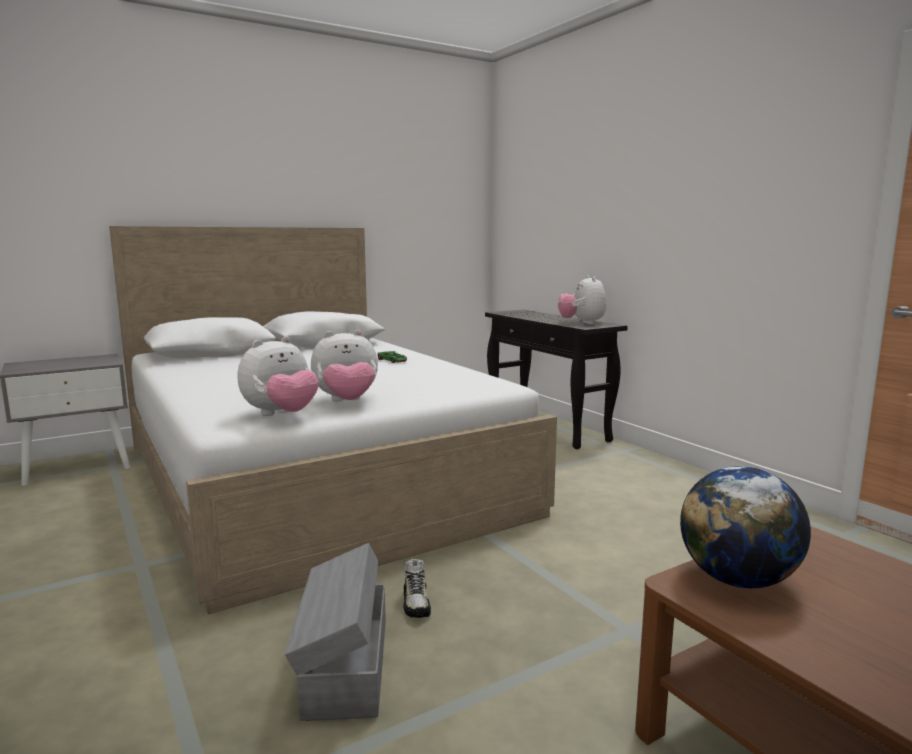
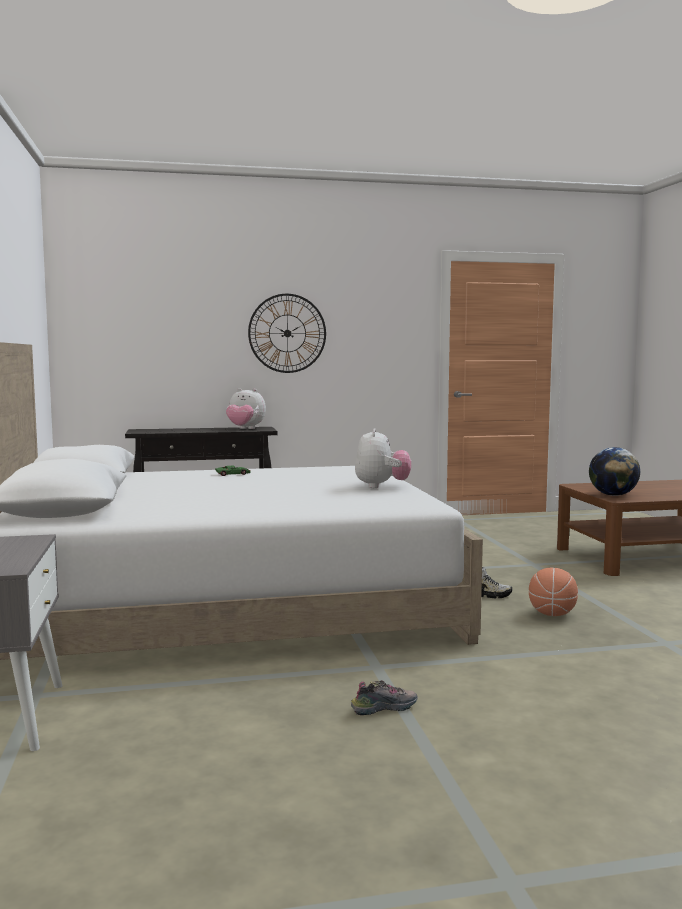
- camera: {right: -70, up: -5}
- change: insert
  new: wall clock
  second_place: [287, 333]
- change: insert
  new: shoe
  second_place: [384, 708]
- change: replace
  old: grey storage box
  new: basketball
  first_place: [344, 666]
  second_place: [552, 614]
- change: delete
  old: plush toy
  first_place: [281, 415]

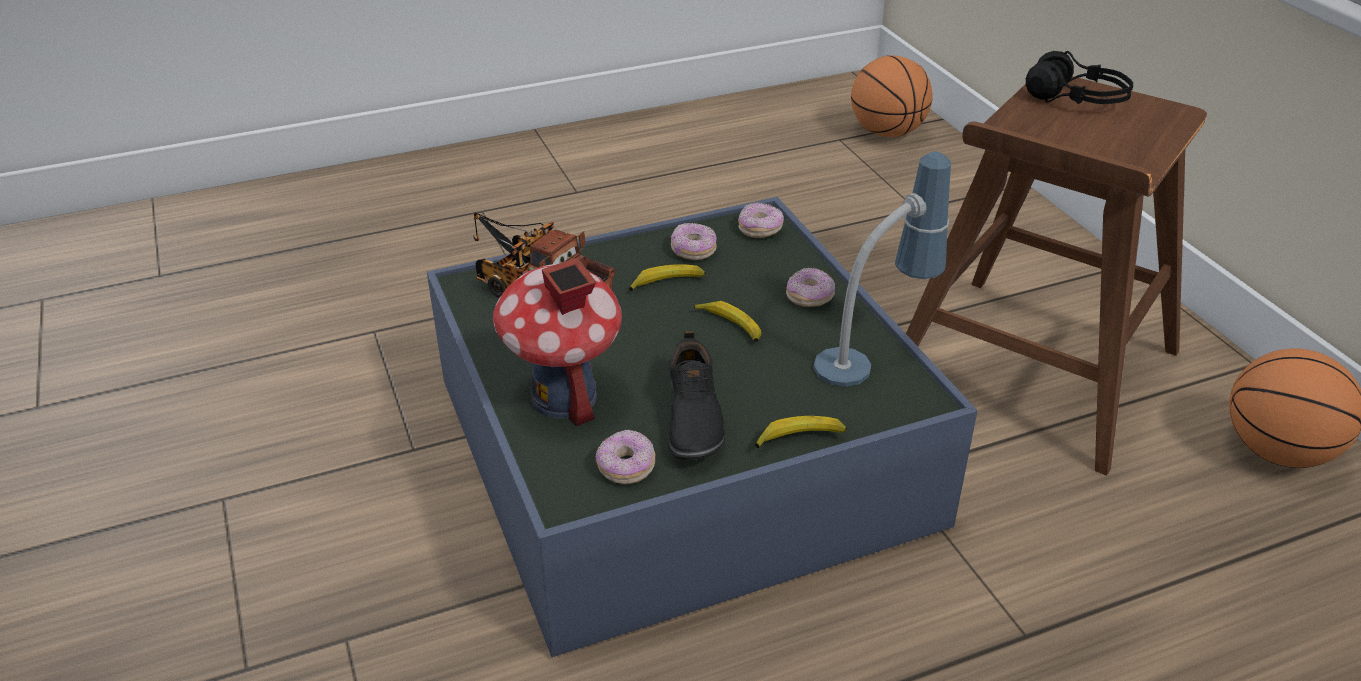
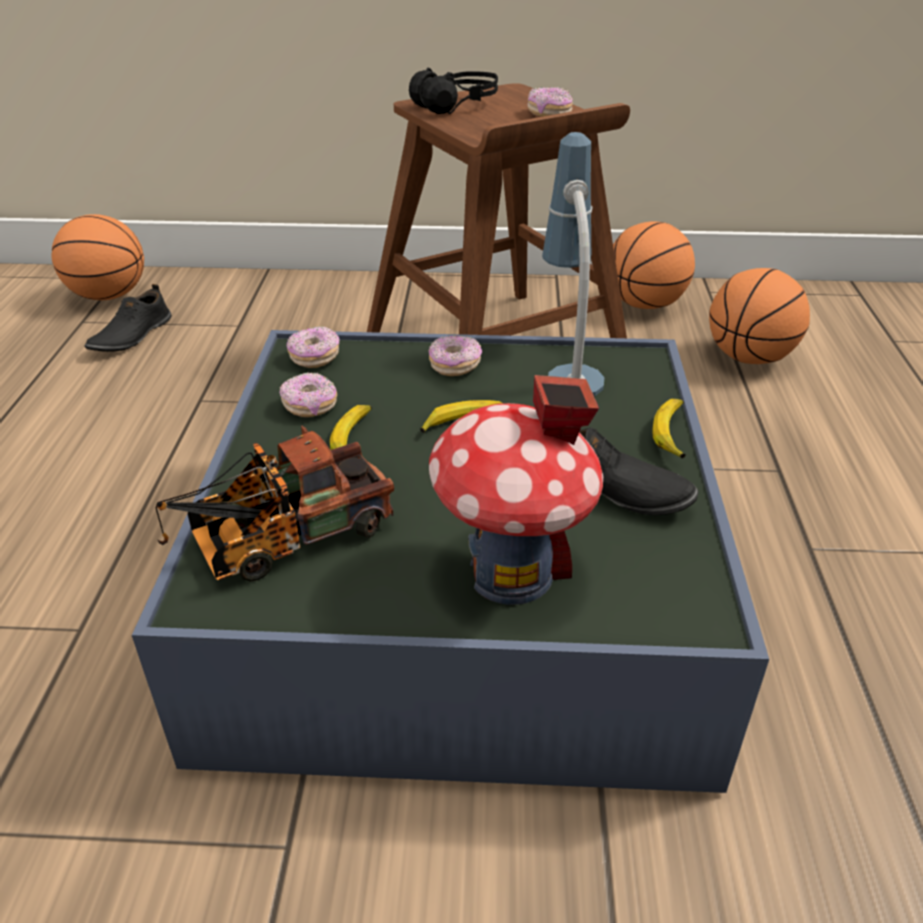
- camera: {right: -65, up: 0}
- change: insert
  new: black shoe
  second_place: [131, 336]
- change: move
  old: donut
  first_place: [625, 467]
  second_place: [549, 114]
- change: insert
  new: basketball
  second_place: [749, 358]

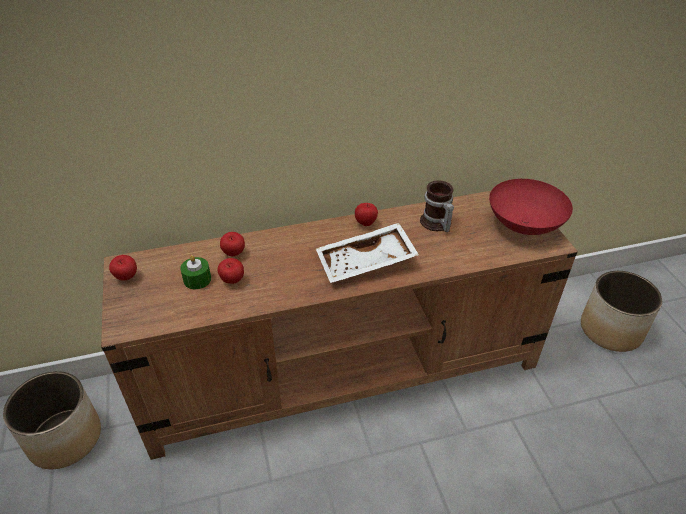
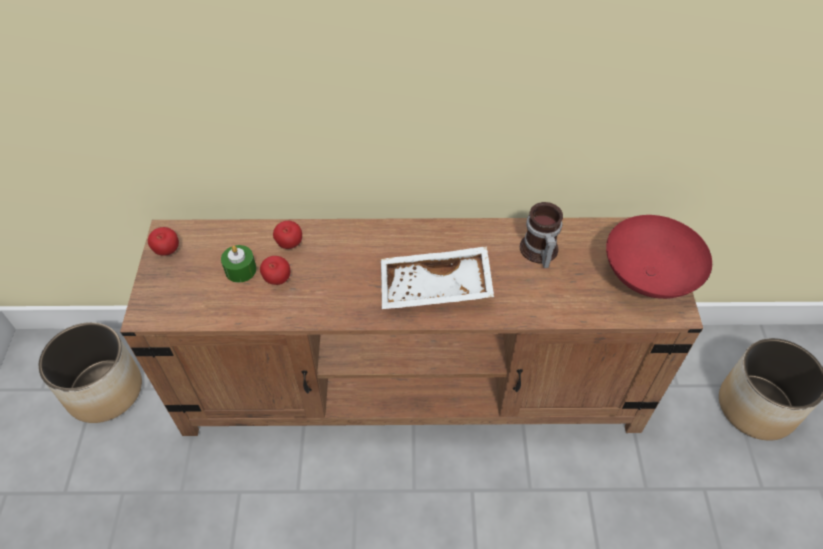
- camera: {right: 15, up: 10}
- change: delete
  old: apple
  first_place: [365, 223]

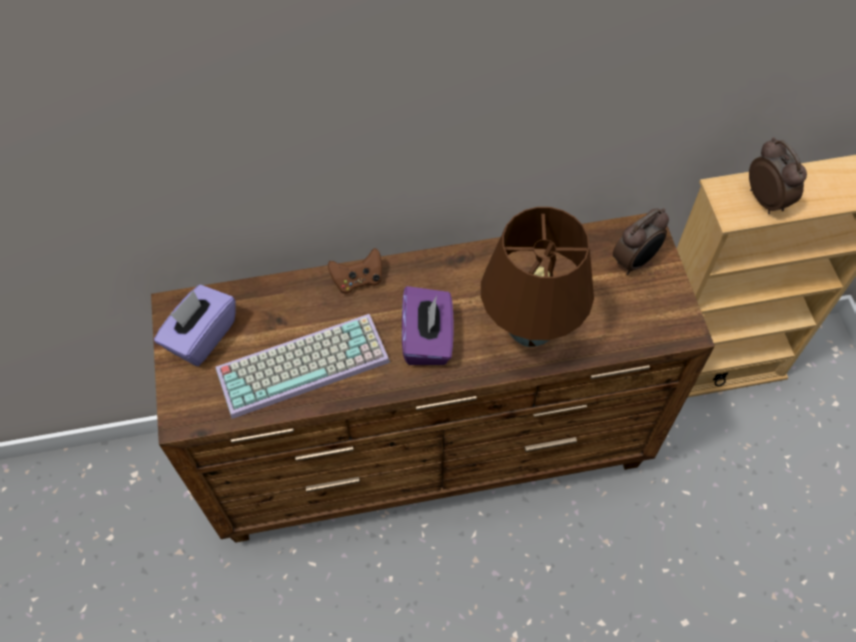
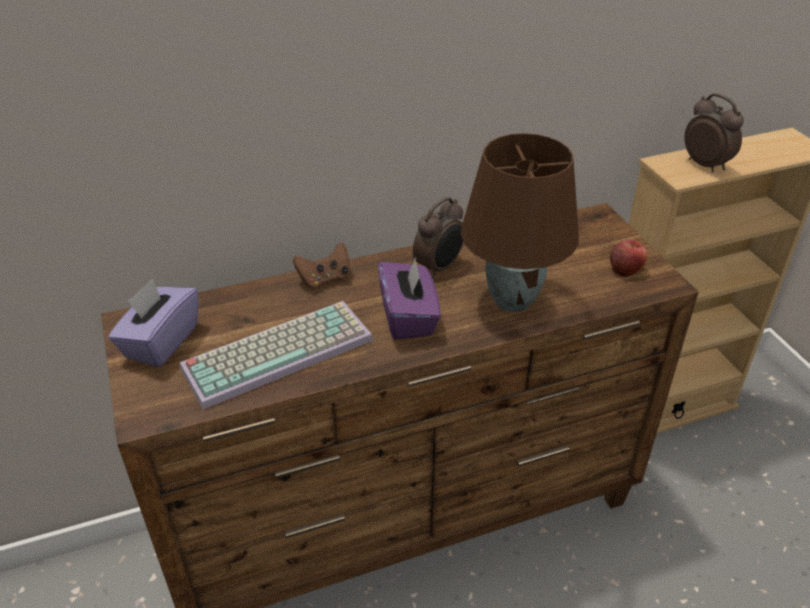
- camera: {right: -10, up: -20}
- change: move
  old: alarm clock
  first_place: [635, 261]
  second_place: [439, 268]
- change: insert
  new: apple
  second_place: [626, 269]

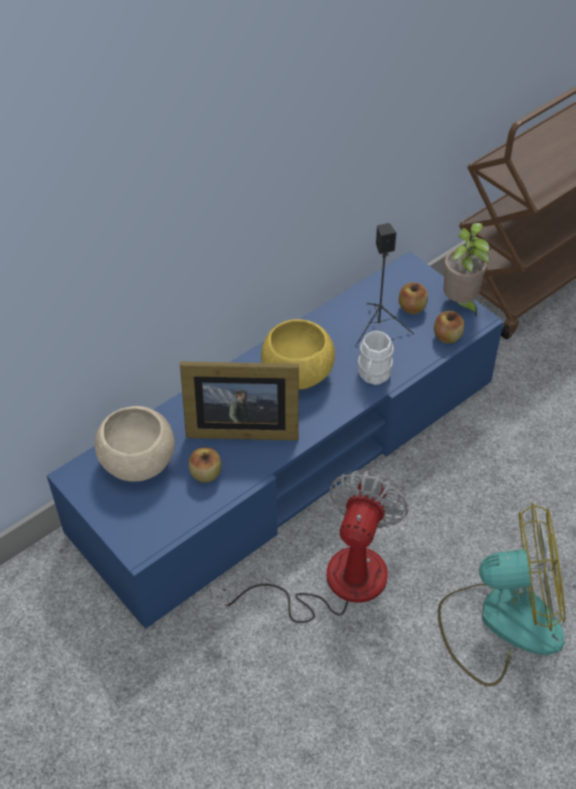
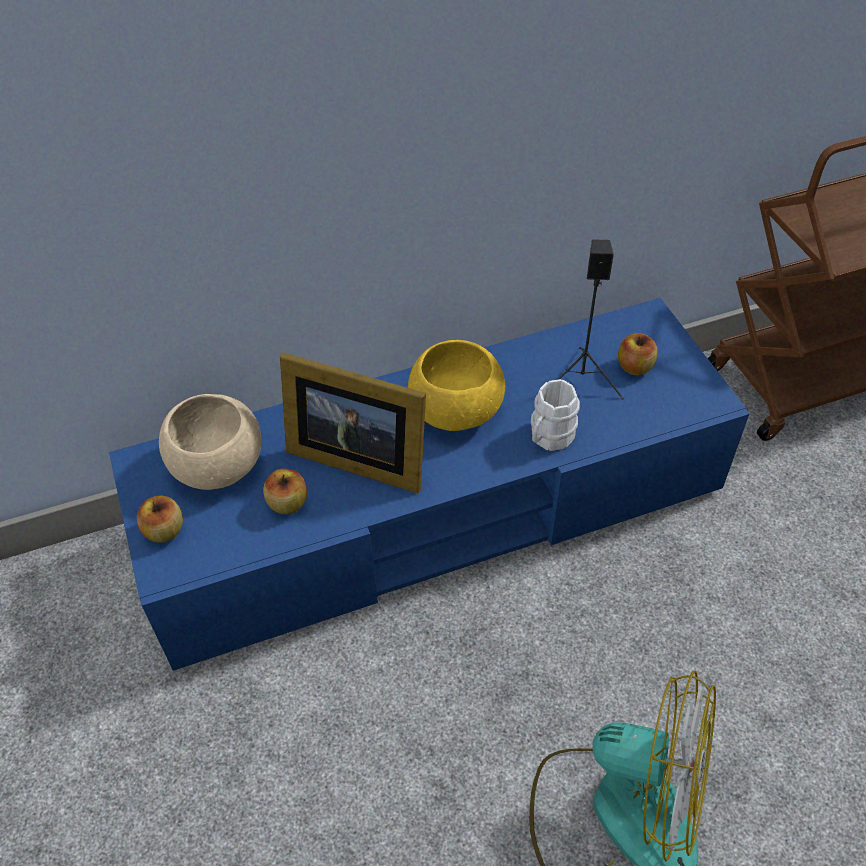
- camera: {right: 20, up: 0}
- change: move
  old: apple
  first_place: [447, 337]
  second_place: [164, 531]
- change: delete
  old: fan
  first_place: [334, 582]
- change: delete
  old: potted plant
  first_place: [461, 303]

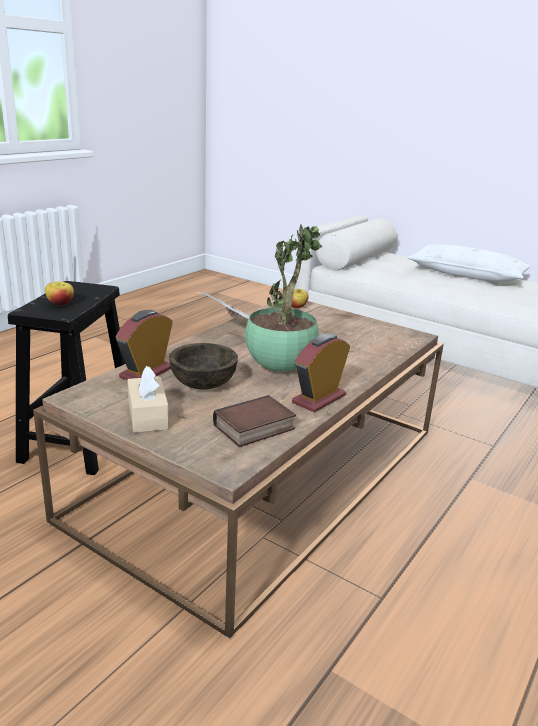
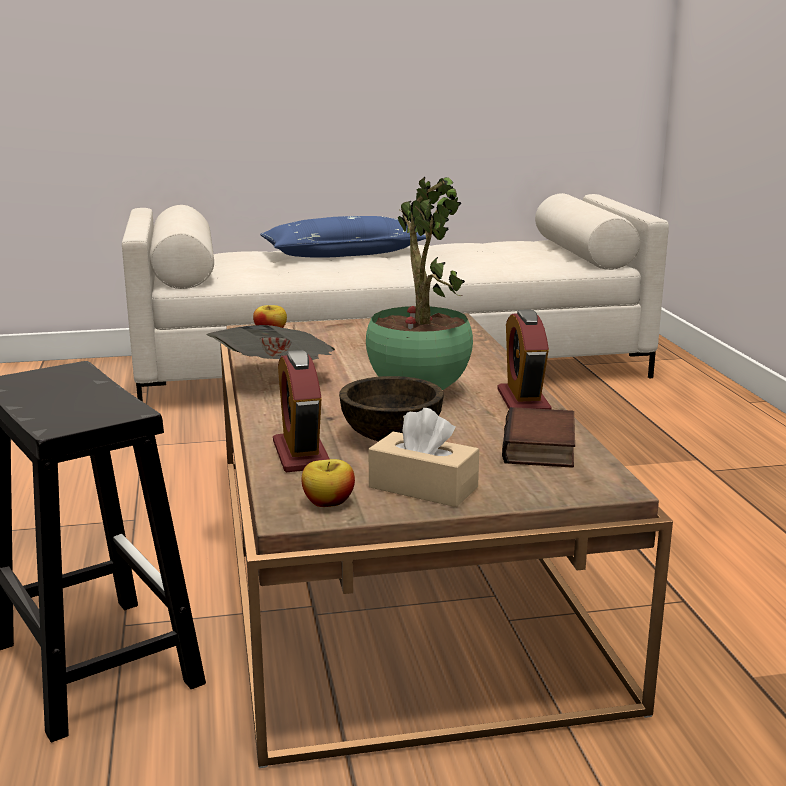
- camera: {right: -45, up: -5}
- change: recolor
  old: white pillow
  new: blue pillow
  first_place: [466, 275]
  second_place: [343, 254]
- change: move
  old: apple
  first_place: [60, 303]
  second_place: [328, 502]

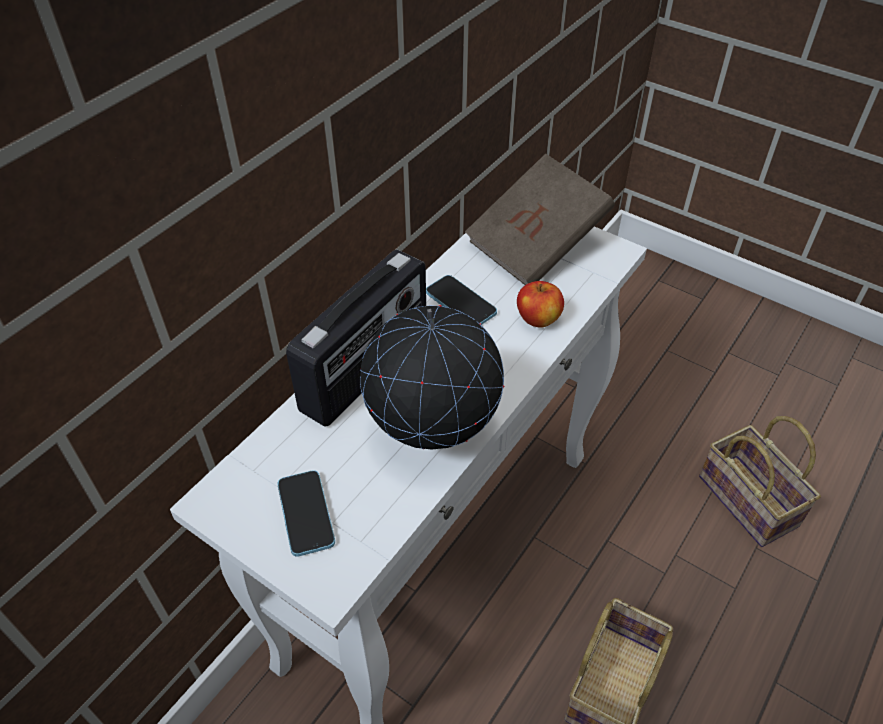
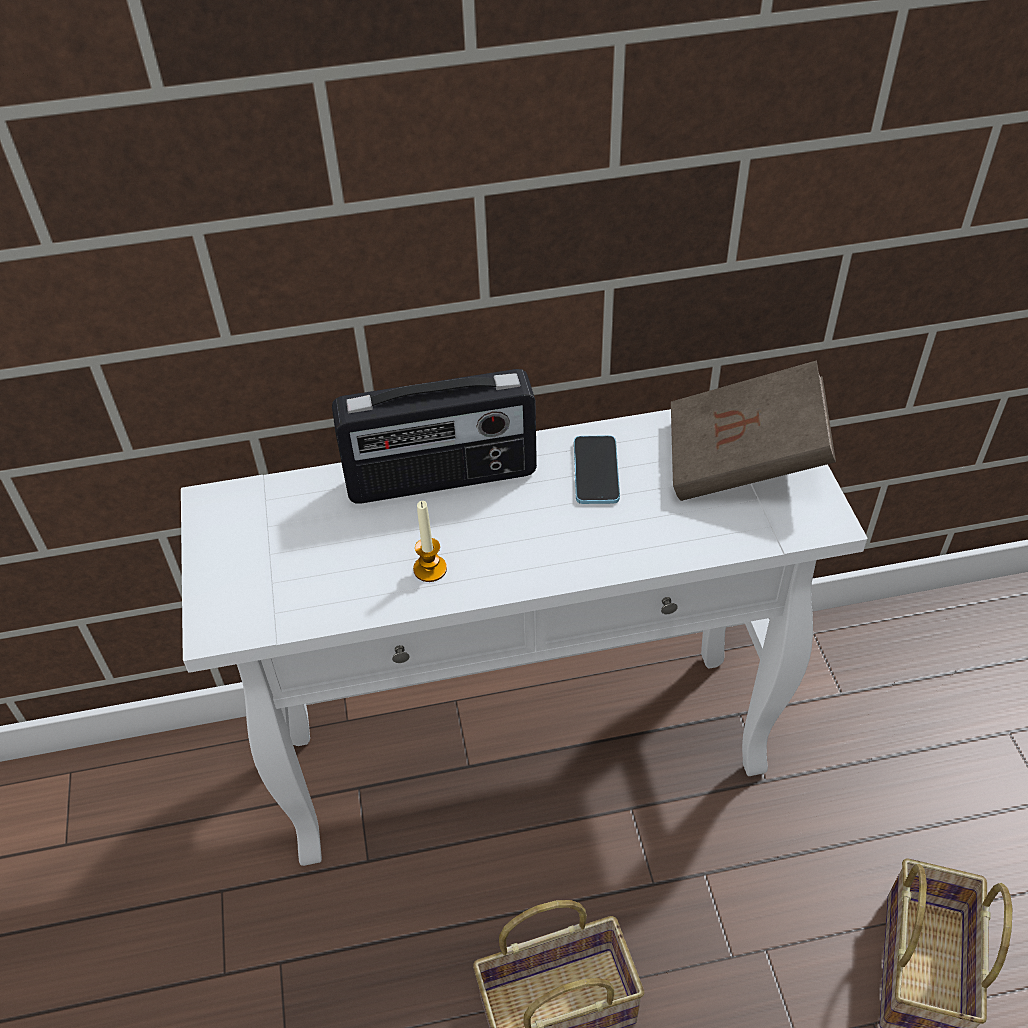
- camera: {right: 45, up: 0}
- change: replace
  old: globe
  new: candle
  first_place: [432, 432]
  second_place: [430, 569]
- change: delete
  old: phone
  first_place: [306, 514]
- change: delete
  old: apple
  first_place: [538, 319]

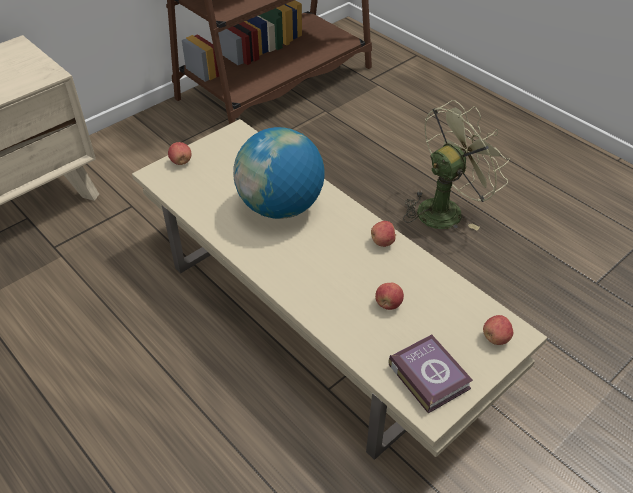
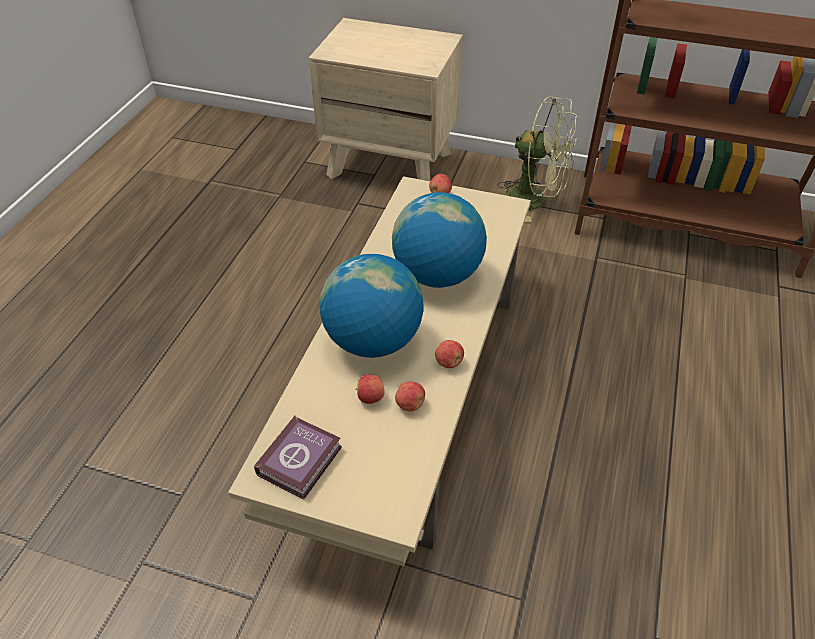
- camera: {right: 60, up: 0}
- change: insert
  new: globe
  second_place: [373, 341]
- change: move
  old: apple
  first_place: [496, 338]
  second_place: [410, 404]
- change: move
  old: green fan
  first_place: [445, 209]
  second_place: [534, 200]

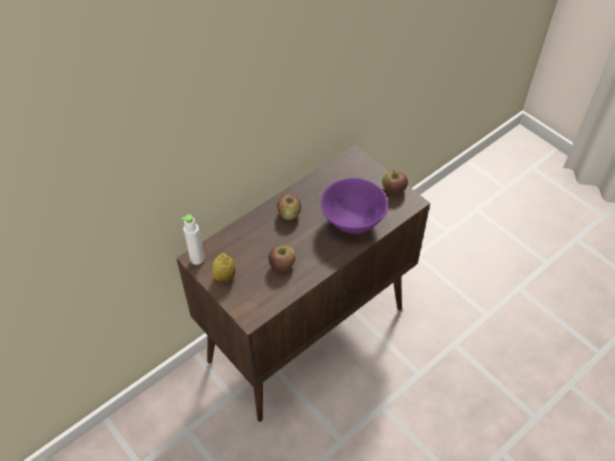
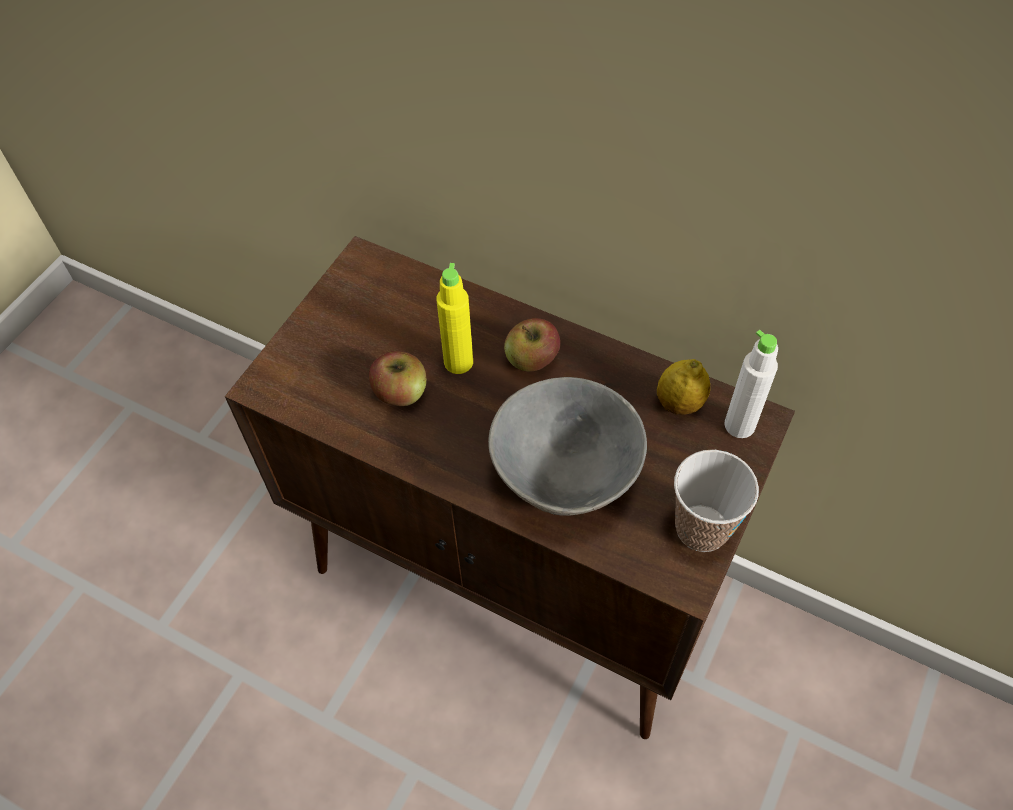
- camera: {right: 70, up: 5}
- change: insert
  new: yellow bottle
  second_place: [458, 362]
- change: recolor
  old: purple bowl
  new: grey bowl
  first_place: [353, 220]
  second_place: [569, 476]
- change: move
  old: lemon
  first_place: [224, 276]
  second_place: [679, 404]
- change: replace
  old: apple
  new: cup
  first_place: [393, 189]
  second_place: [701, 528]
- change: move
  old: white bottle
  first_place: [197, 259]
  second_place: [739, 425]

